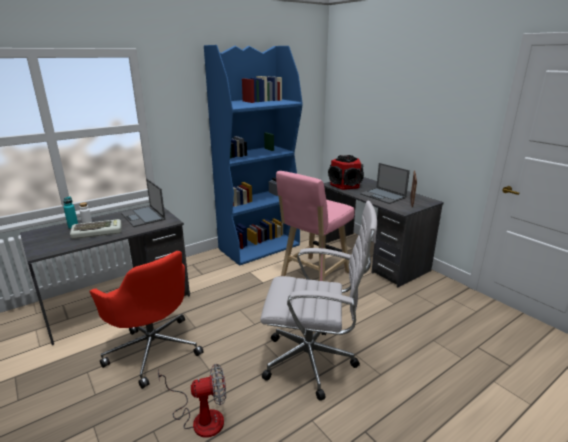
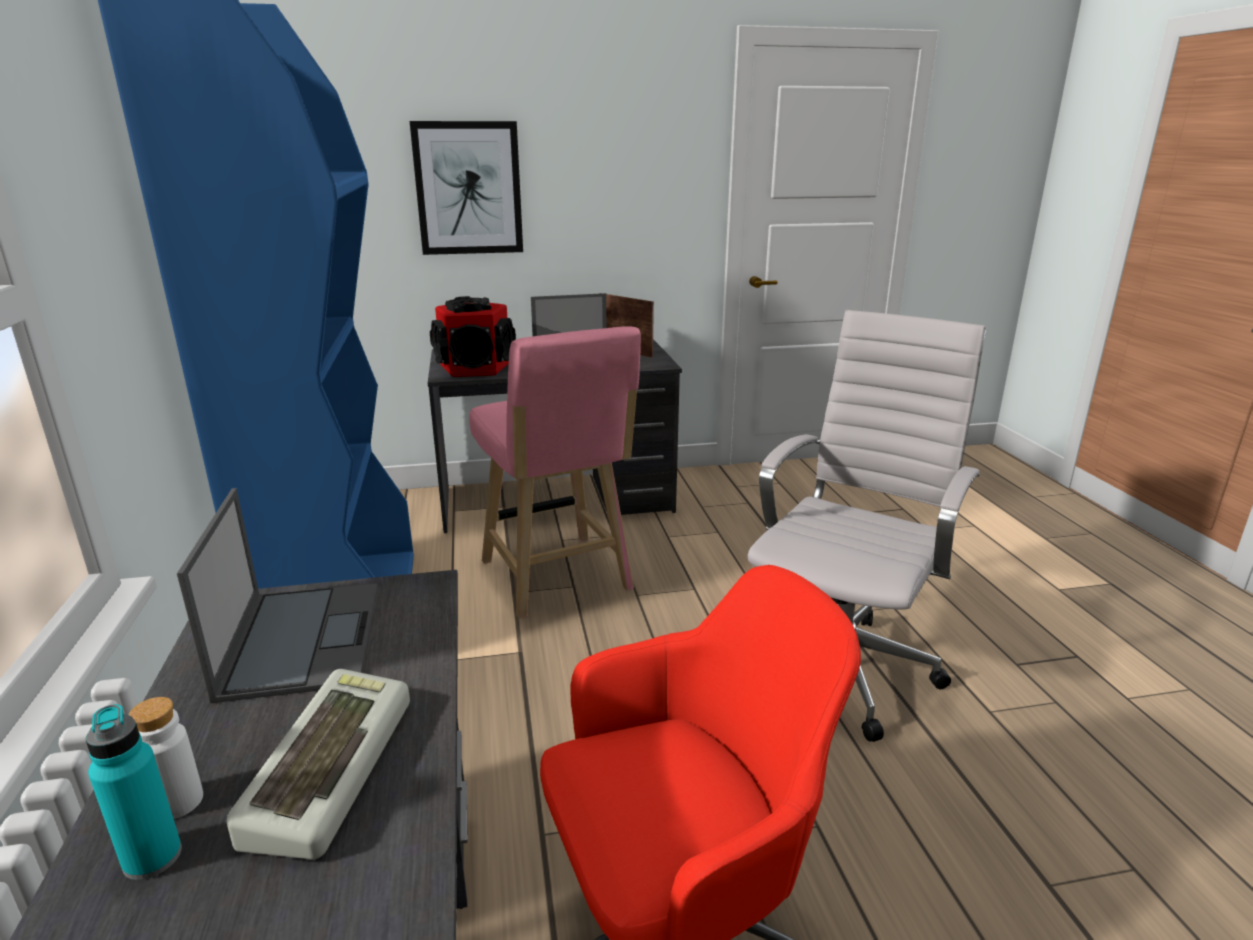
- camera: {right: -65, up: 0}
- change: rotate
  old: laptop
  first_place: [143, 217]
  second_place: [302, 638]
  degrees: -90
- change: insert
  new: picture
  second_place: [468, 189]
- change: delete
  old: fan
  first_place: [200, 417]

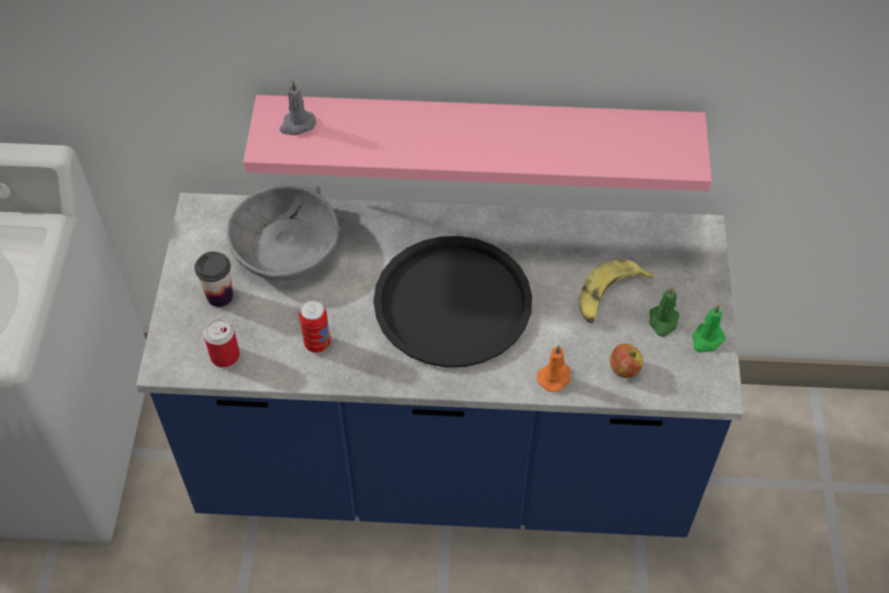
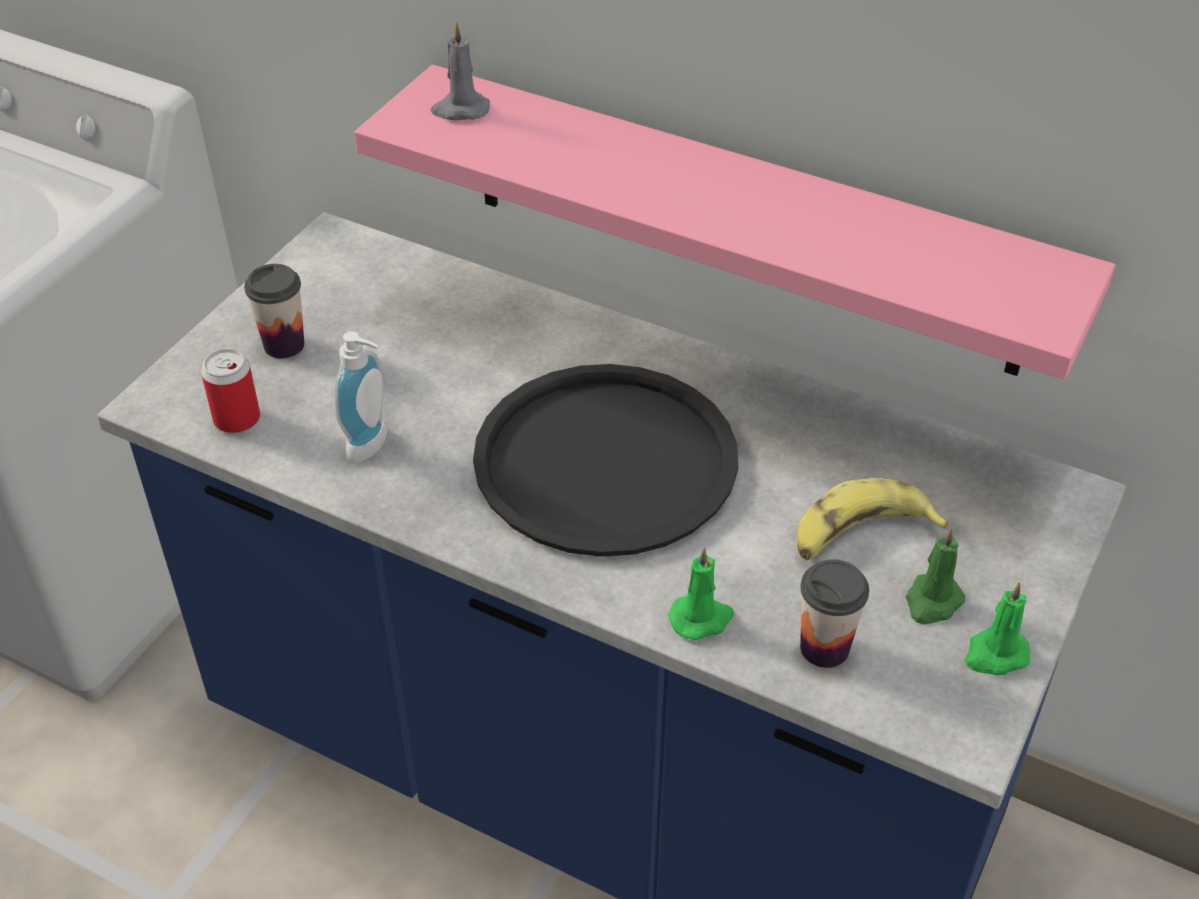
- camera: {right: 25, up: -10}
- change: replace
  old: can
  new: soap dispenser
  first_place: [317, 343]
  second_place: [373, 447]
- change: recolor
  old: orange candle
  new: green candle
  first_place: [555, 377]
  second_place: [701, 618]
- change: replace
  old: apple
  new: cup
  first_place: [624, 369]
  second_place: [824, 648]
- change: delete
  old: grey bowl
  first_place: [285, 245]

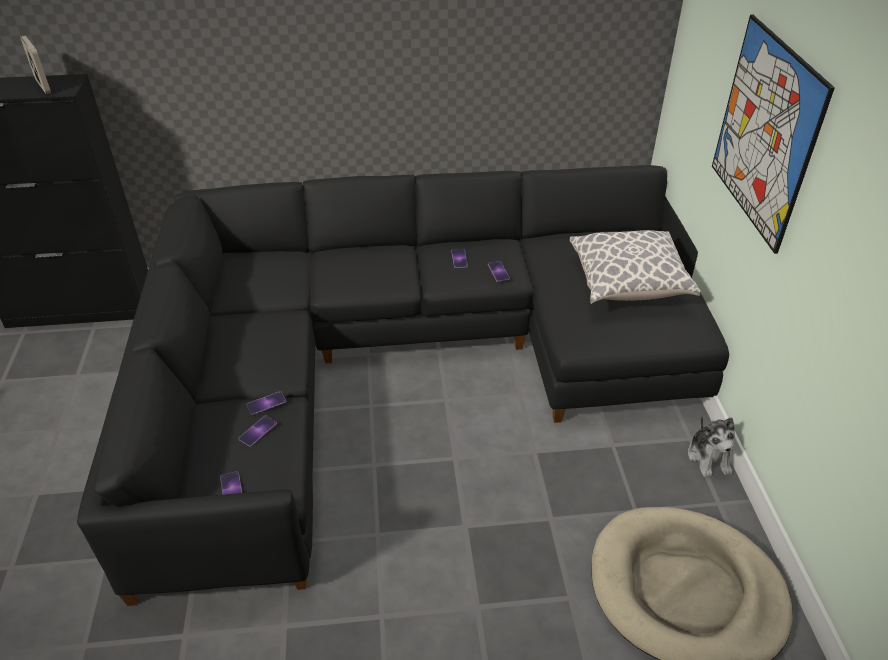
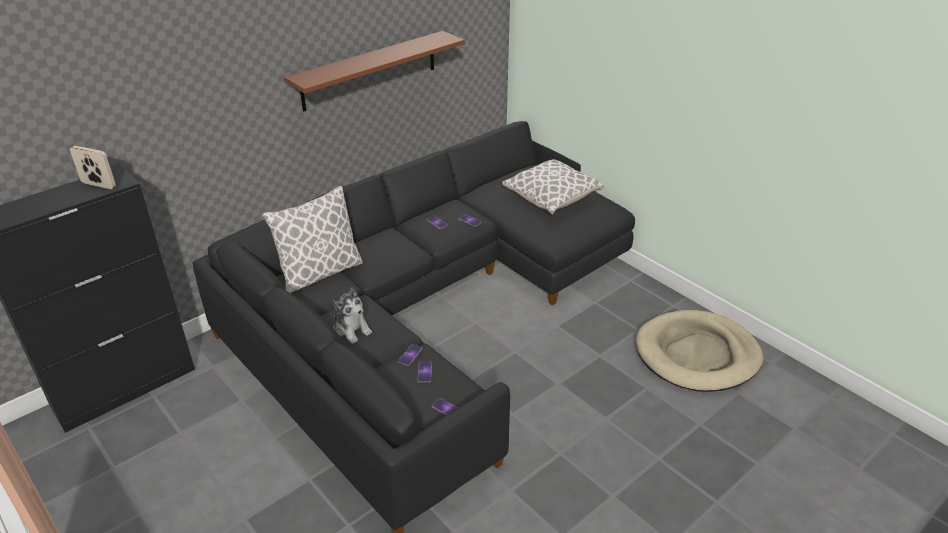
- camera: {right: -35, up: -5}
- change: insert
  new: pillow
  second_place: [320, 272]
- change: insert
  new: brown shelf
  second_place: [370, 70]
- change: move
  old: plush toy
  first_place: [709, 457]
  second_place: [351, 329]
- change: delete
  old: picture
  first_place: [765, 132]

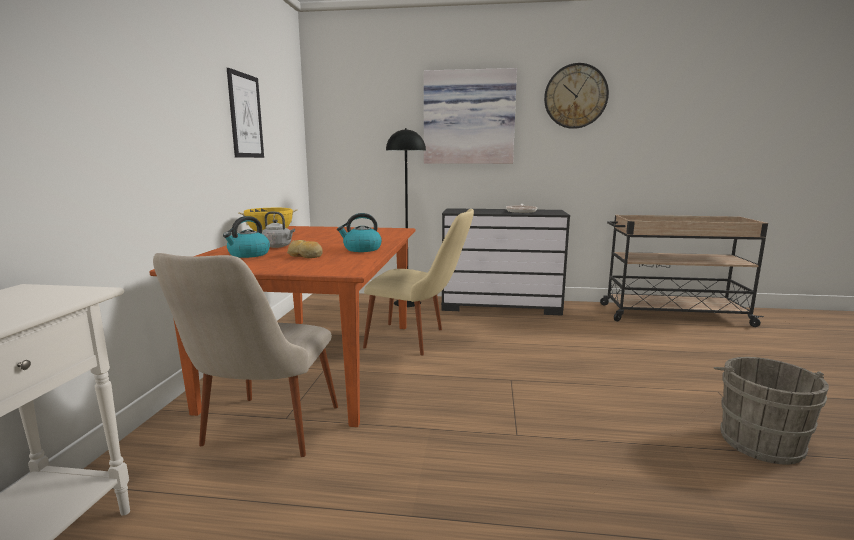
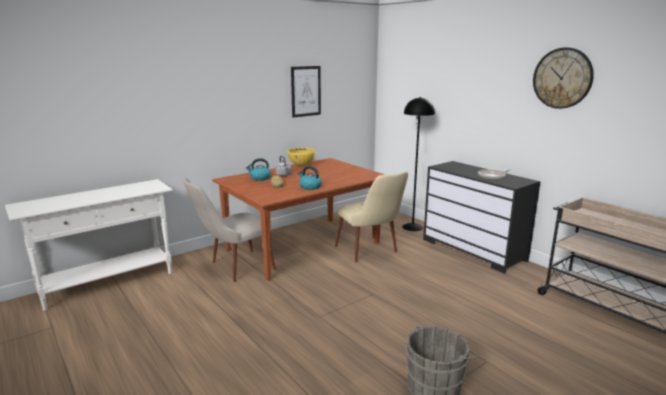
- camera: {right: 45, up: 5}
- change: delete
  old: picture
  first_place: [469, 118]

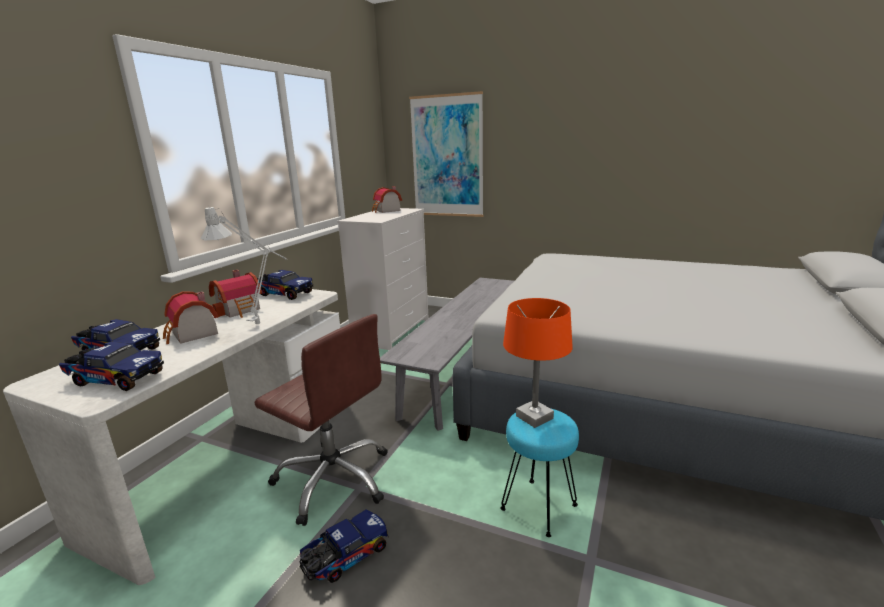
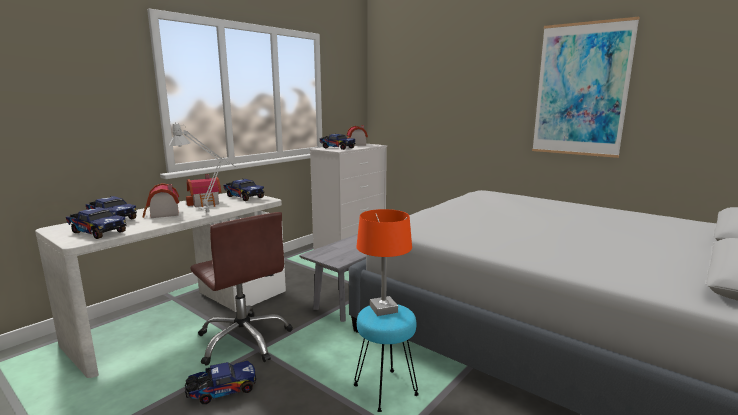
- camera: {right: 15, up: -5}
- change: insert
  new: toy truck
  second_place: [336, 148]
- change: move
  old: picture
  first_place: [447, 157]
  second_place: [581, 90]

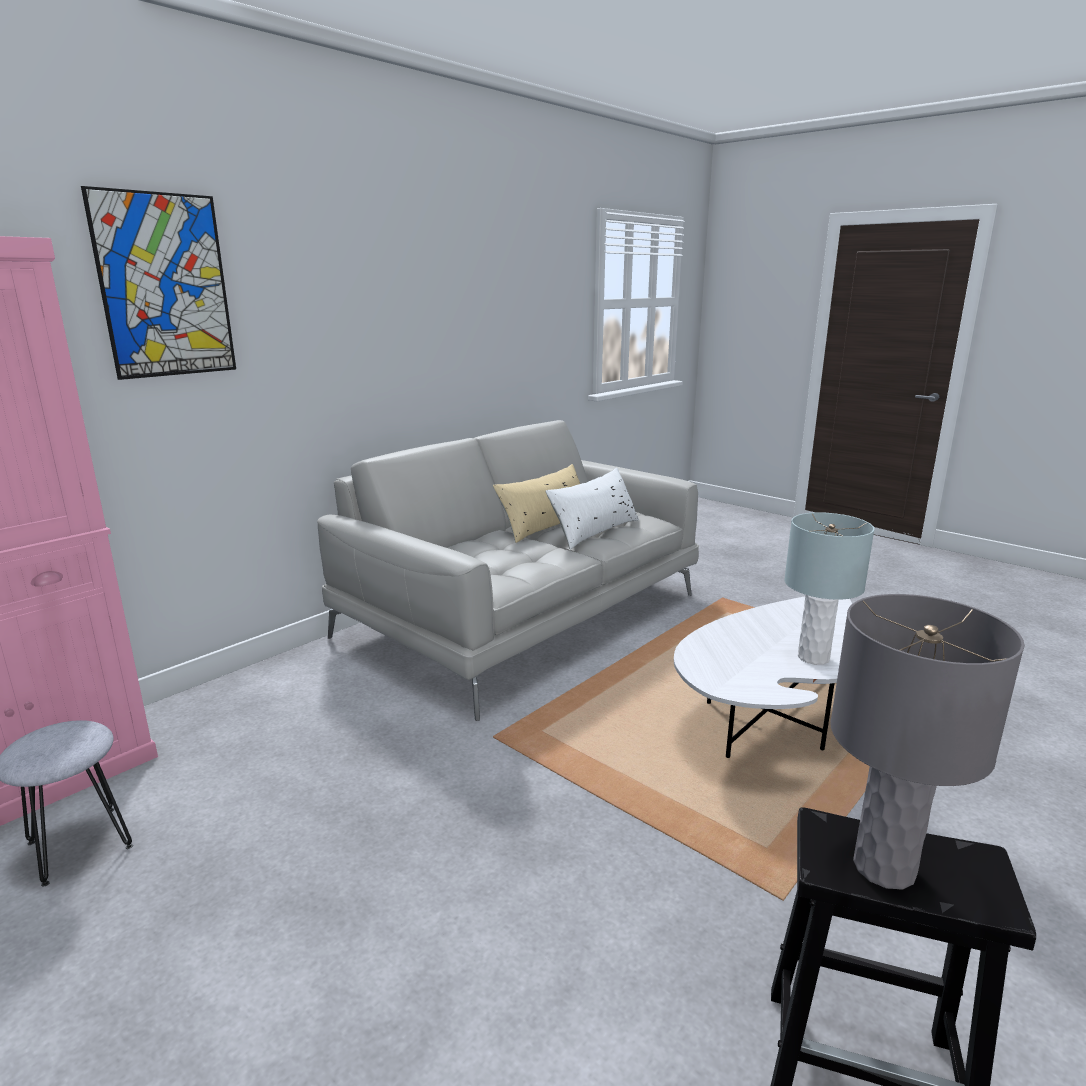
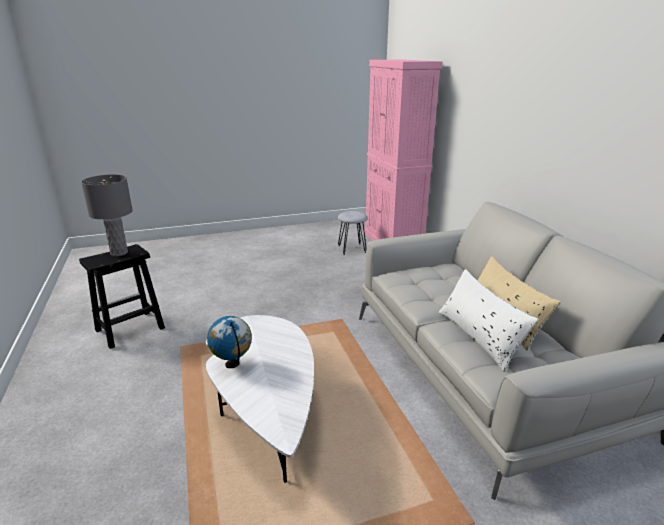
- camera: {right: 120, up: 5}
- change: replace
  old: grey table lamp
  new: globe
  first_place: [813, 658]
  second_place: [232, 364]
- change: delete
  old: picture
  first_place: [165, 286]

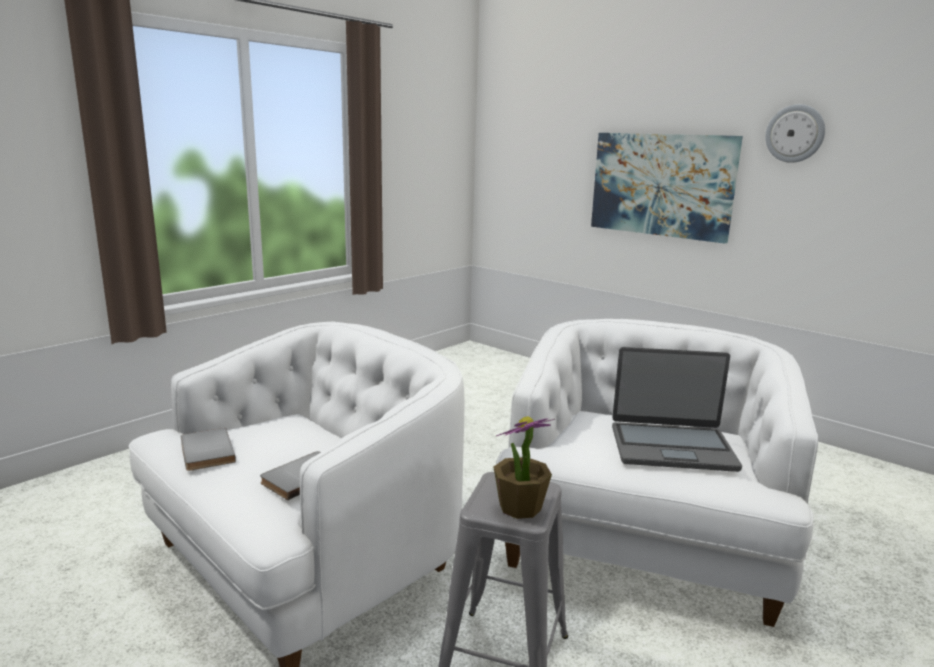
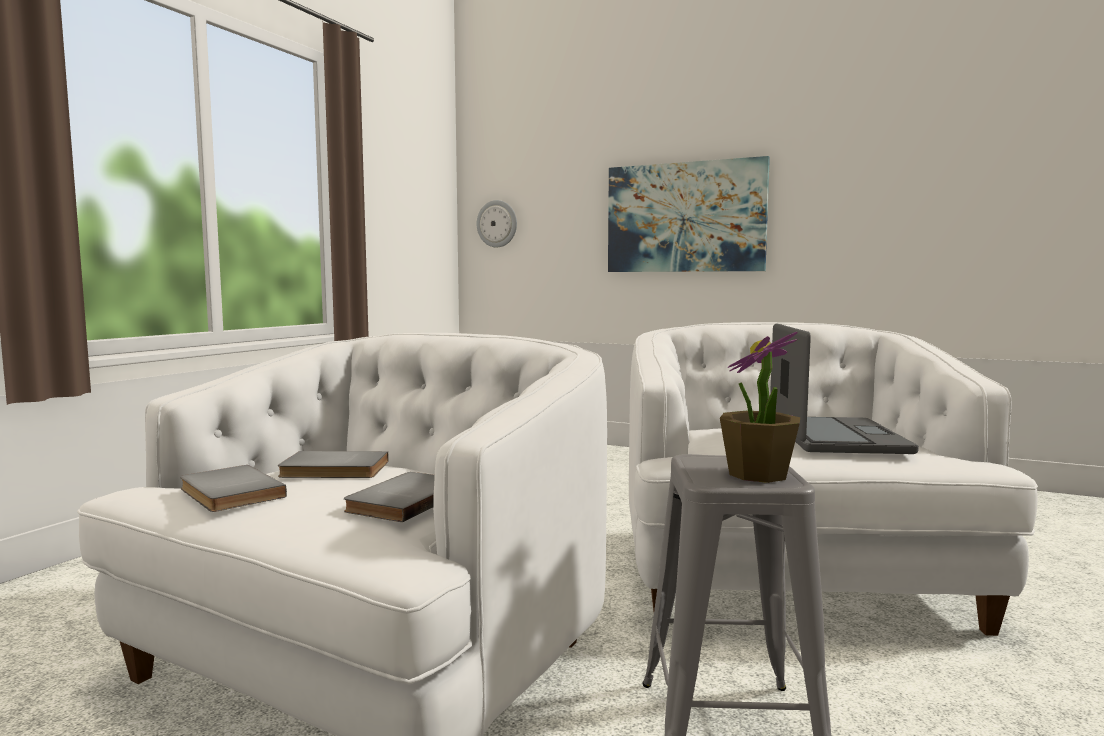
- camera: {right: -15, up: -10}
- change: insert
  new: grey book
  second_place: [333, 470]
- change: move
  old: wall clock
  first_place: [795, 133]
  second_place: [497, 224]
- change: rotate
  old: laptop
  first_place: [671, 447]
  second_place: [834, 438]
  degrees: -75

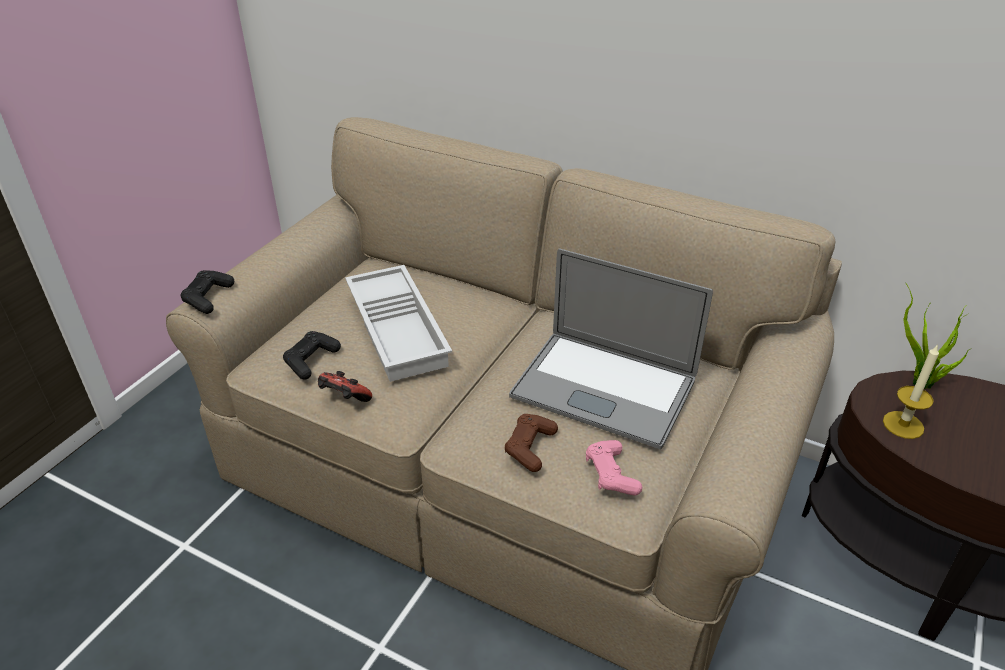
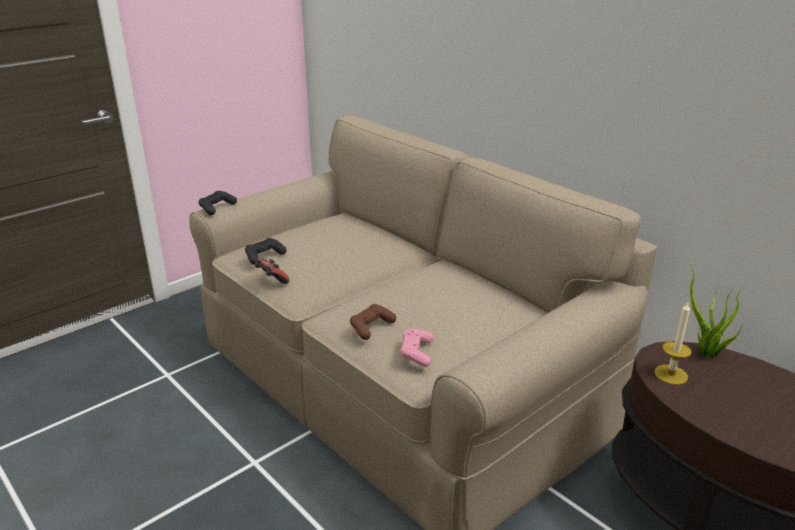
- camera: {right: 20, up: -10}
- change: delete
  old: white tray
  first_place: [400, 329]
- change: delete
  old: laptop
  first_place: [603, 388]

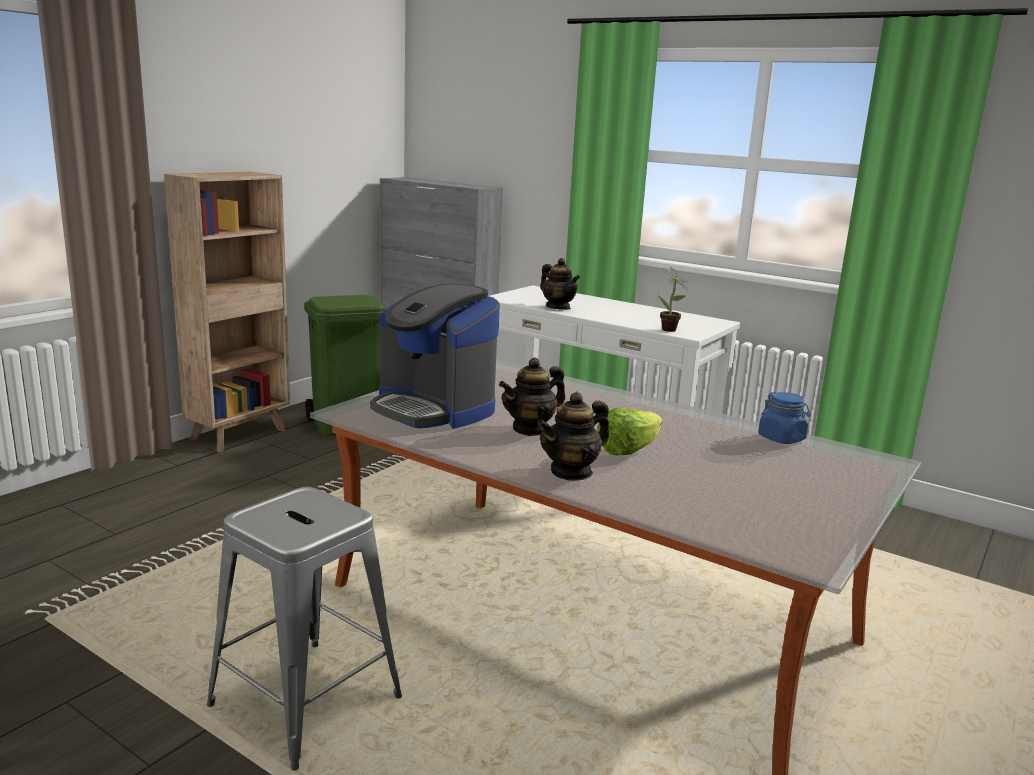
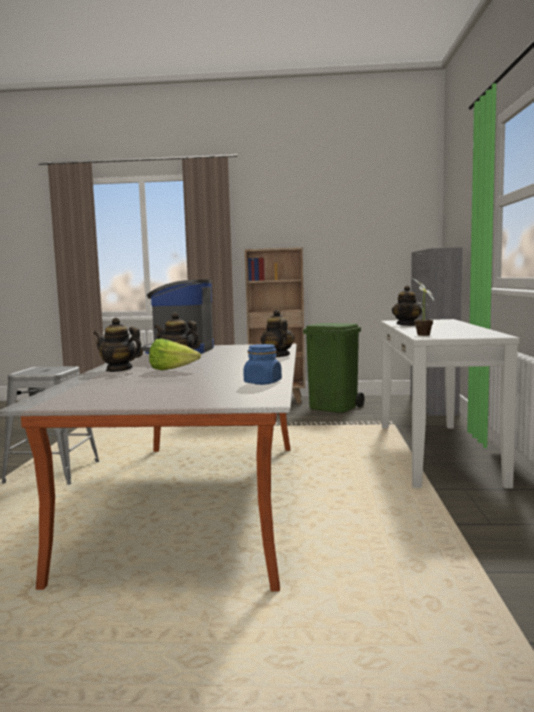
- camera: {right: 60, up: -10}
- change: insert
  new: teapot
  second_place: [277, 356]

